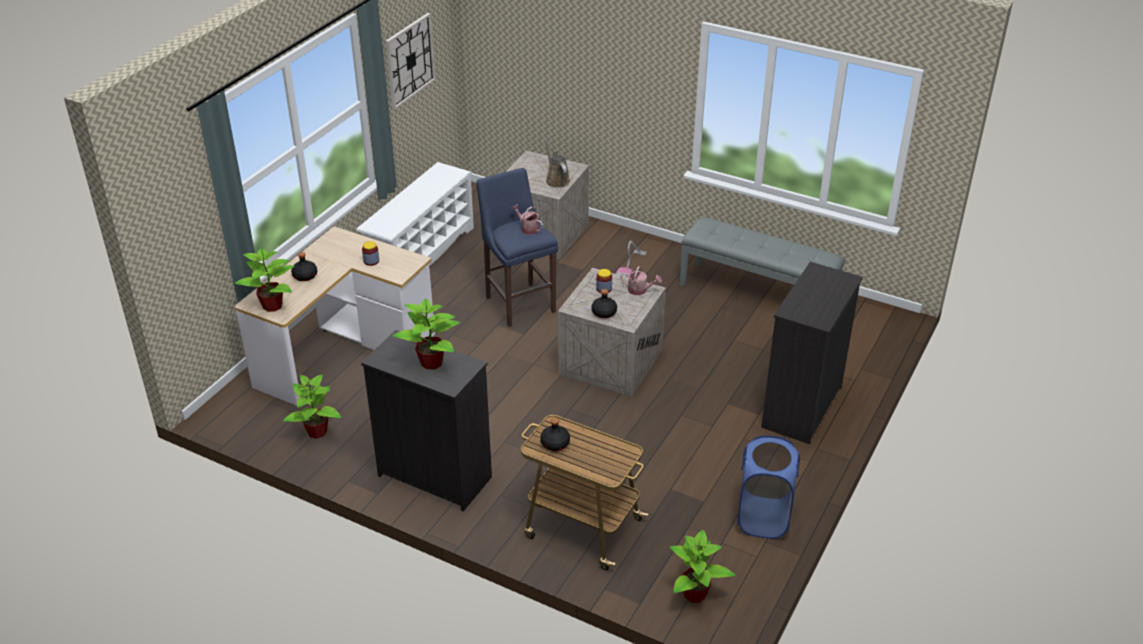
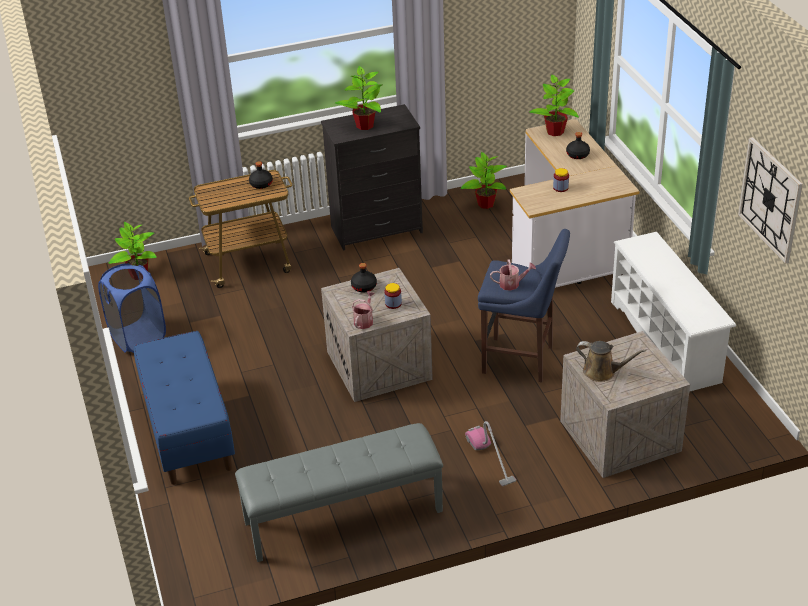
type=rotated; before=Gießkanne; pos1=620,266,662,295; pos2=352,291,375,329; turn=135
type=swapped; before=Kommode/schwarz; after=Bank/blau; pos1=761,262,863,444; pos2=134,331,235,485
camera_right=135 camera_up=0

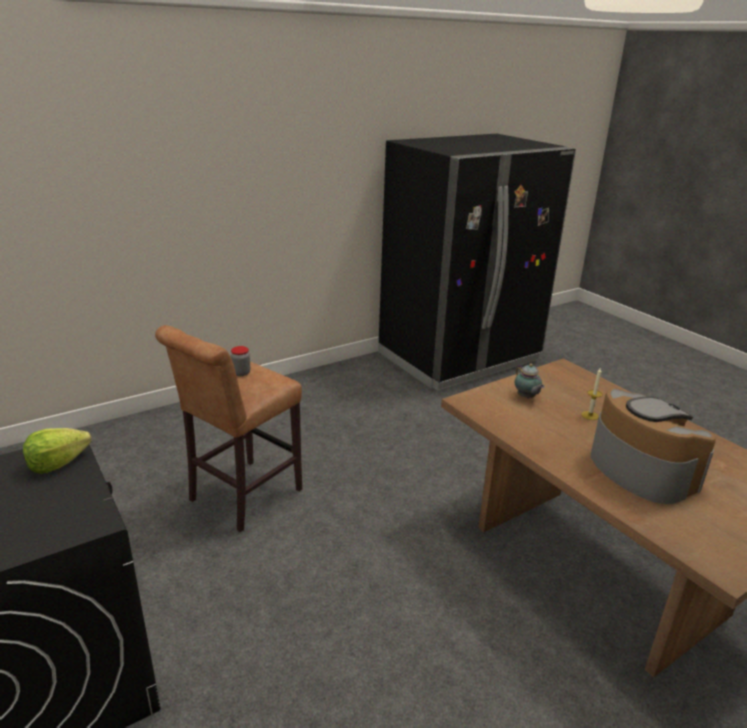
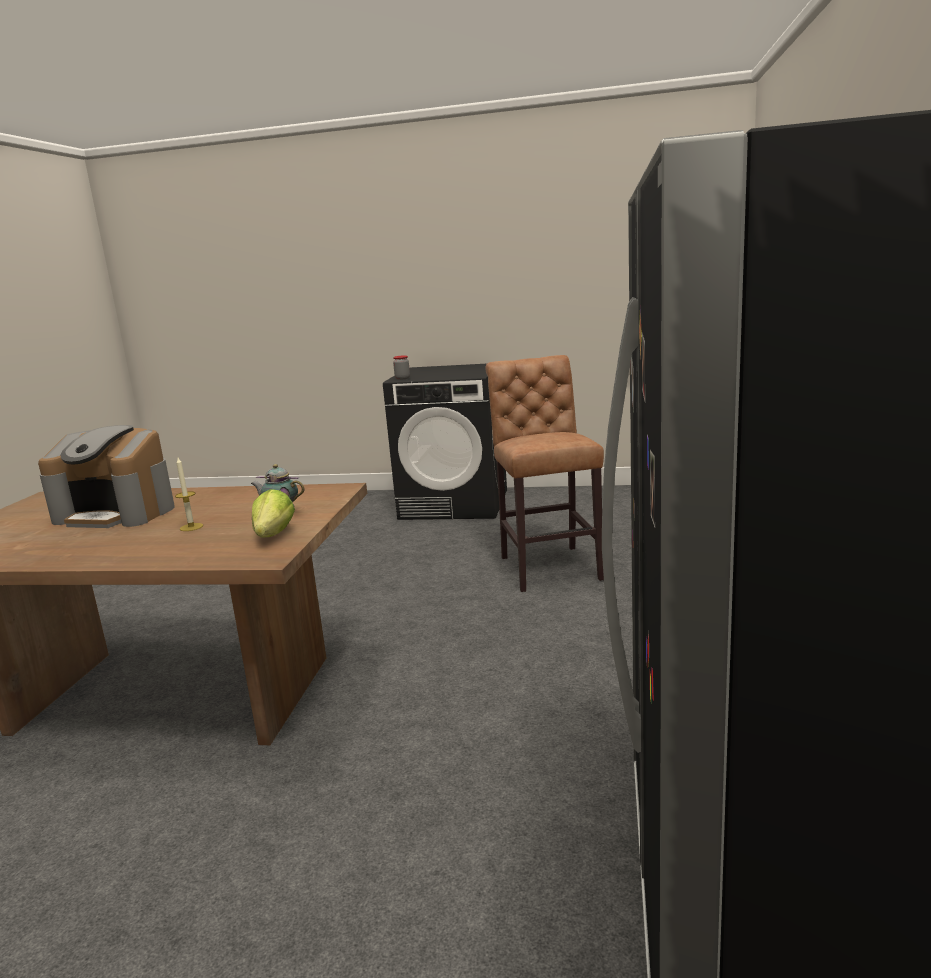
type=shifted; before=Salatkopf; pos1=23,428,91,474; pos2=252,489,295,537
type=shifted; before=Vorratsglas; pos1=231,346,251,376; pos2=393,355,410,380
camera_right=135 camera_up=-10

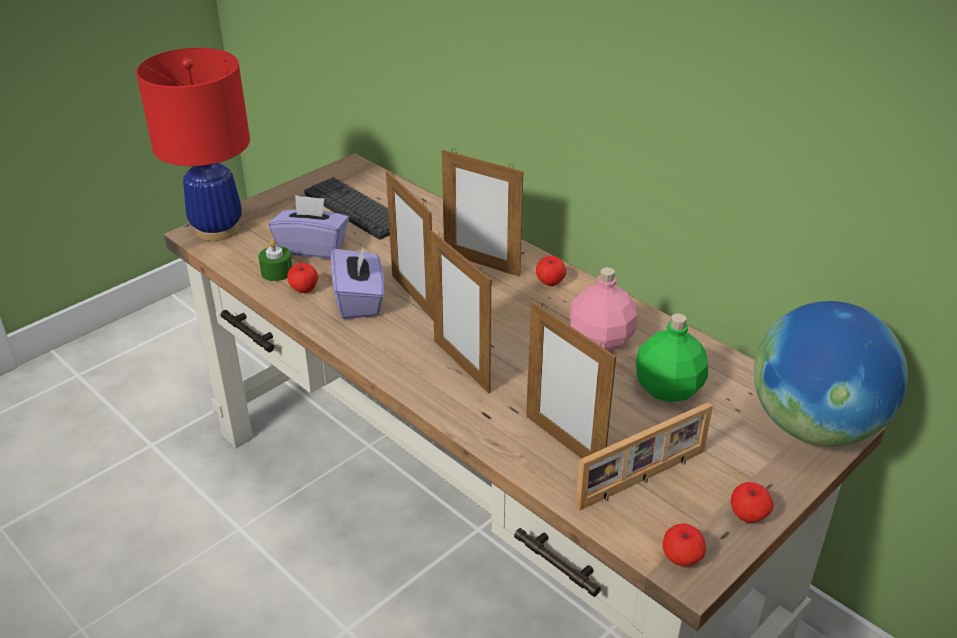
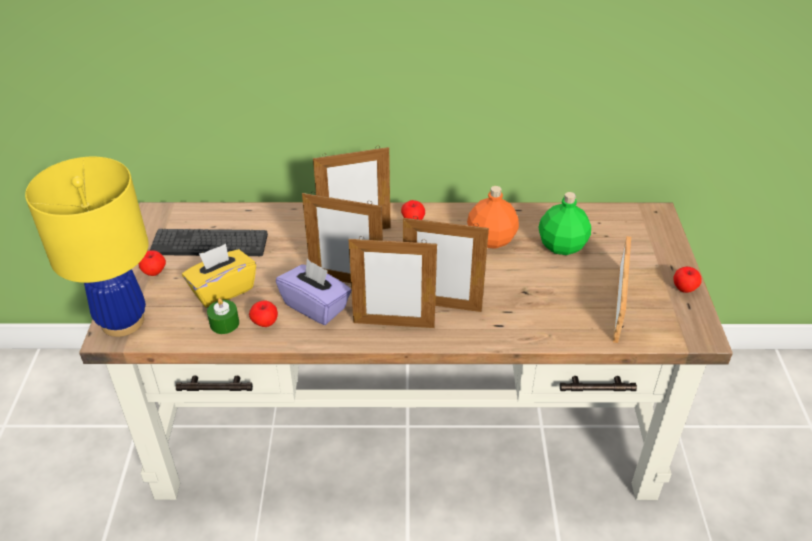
type=repainted; before=Tischlampe/rot; after=Tischlampe/gelb; pos1=136,48,250,241; pos2=25,157,149,337
type=repainted; before=Taschentuchbox/lila; after=Taschentuchbox/gelb; pos1=269,195,349,258; pos2=182,244,256,308
type=shifted; before=Bilderrahmen; pos1=526,301,616,459; pos2=349,236,437,328
type=repainted; before=Flasche/rosa; after=Flasche/orange; pos1=570,267,637,351; pos2=467,186,519,249
type=shifted; before=Apfel; pos1=663,524,706,566; pos2=138,250,166,276
type=gone; before=Globus; pos1=754,301,908,447
camera_right=-45 camera_up=5

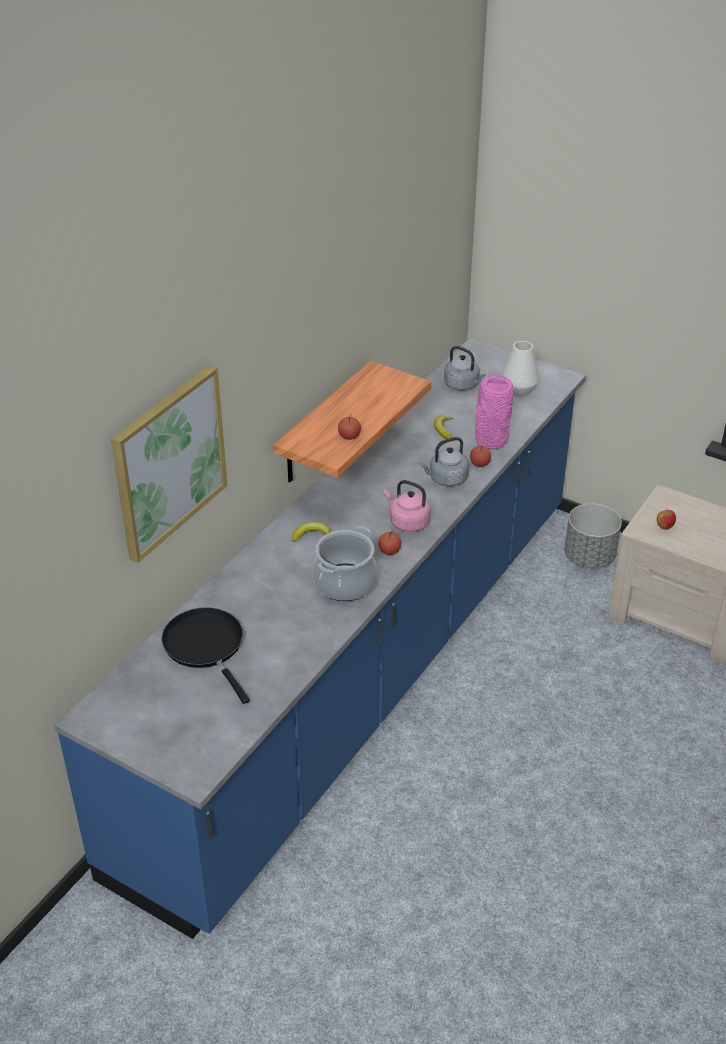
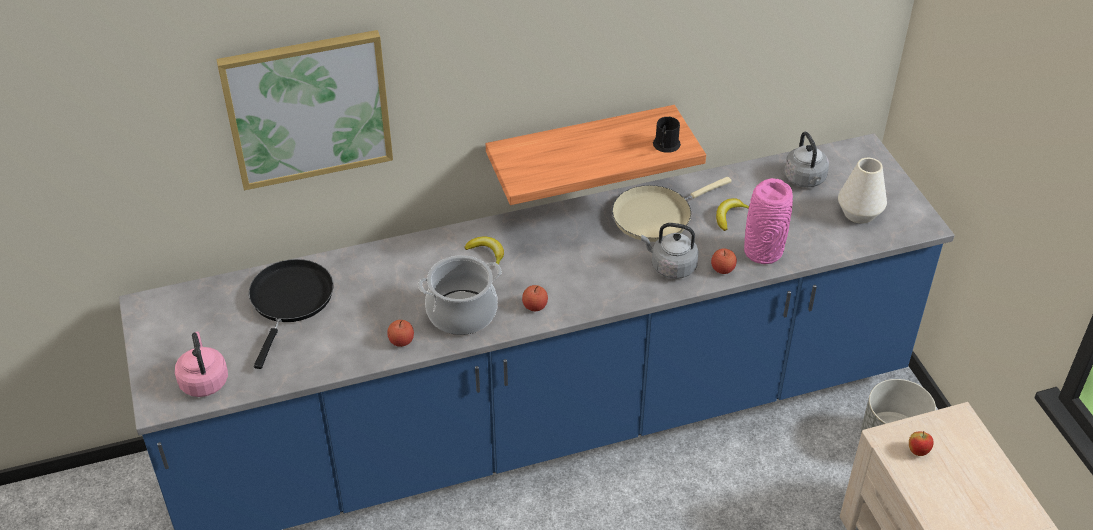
type=shifted; before=Apfel; pos1=338,414,361,440; pos2=387,320,414,347
type=shifted; before=Wasserkessel/rosa; pos1=384,480,431,532; pos2=175,331,228,397
type=new; after=Pfanne/beige; pos2=612,177,732,242
type=new; after=Henkelbecher/schwarz; pos2=653,117,681,153
camera_right=40 camera_up=5

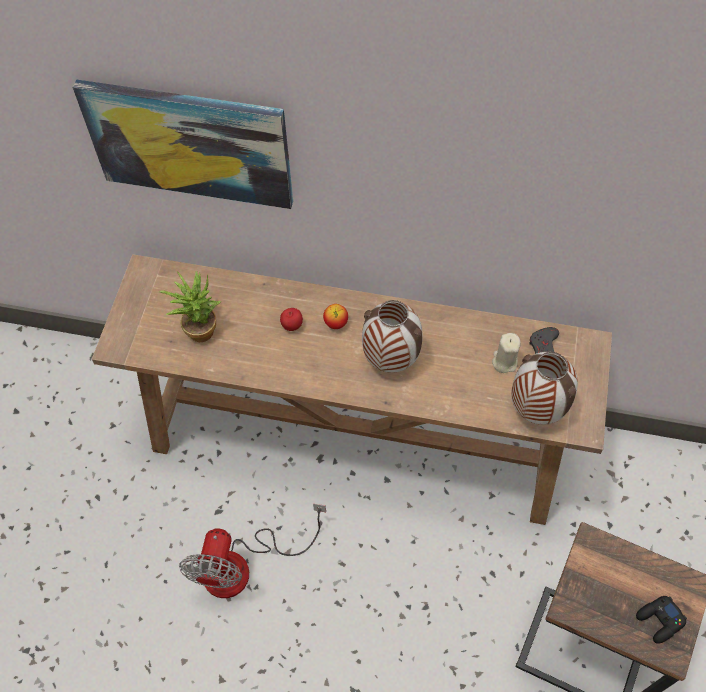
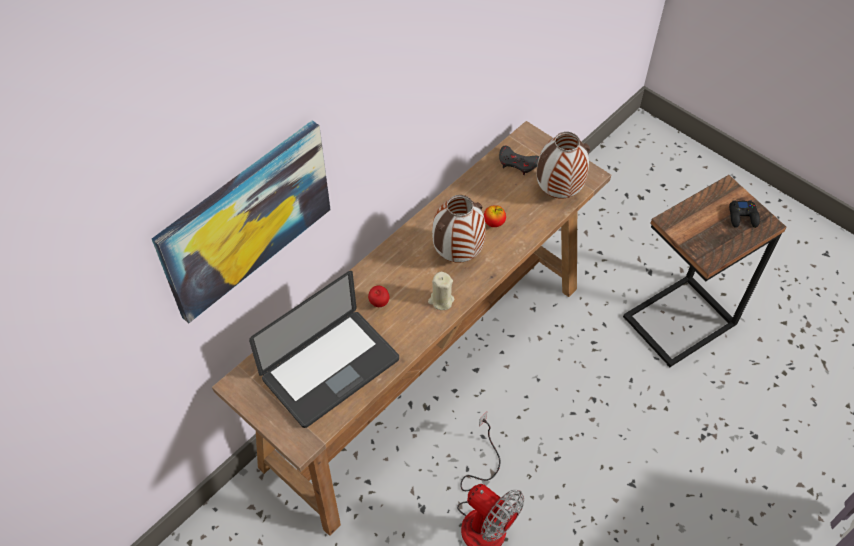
type=swapped; before=Topfpflanze; after=Laptop; pos1=159,271,221,342; pos2=249,271,399,428
type=shifted; before=Apfel; pos1=323,304,348,329; pos2=484,205,506,227
type=shifted; before=Kerze/beige; pos1=492,333,521,373; pos2=428,272,455,310
camera_right=-60 camera_up=-5

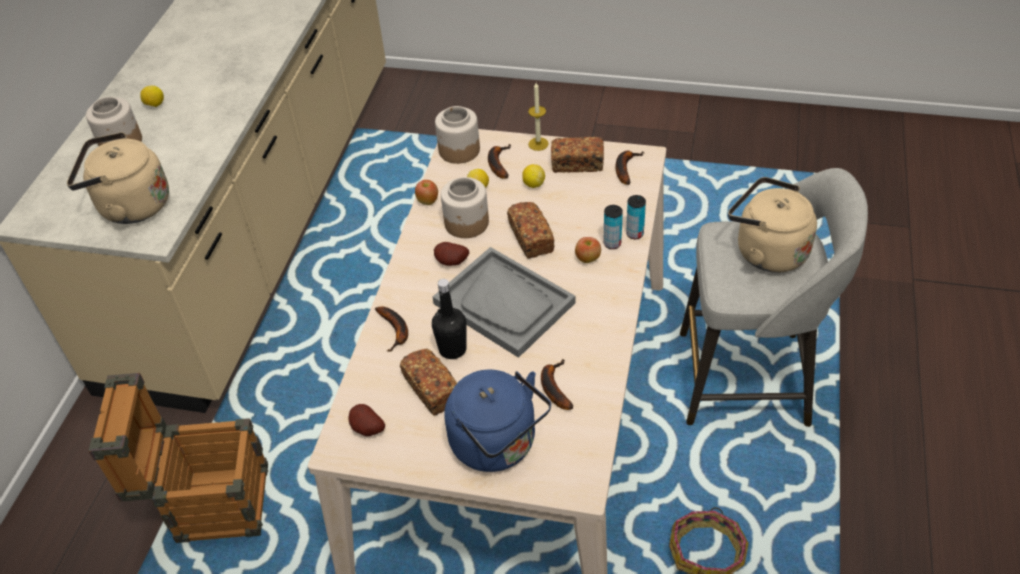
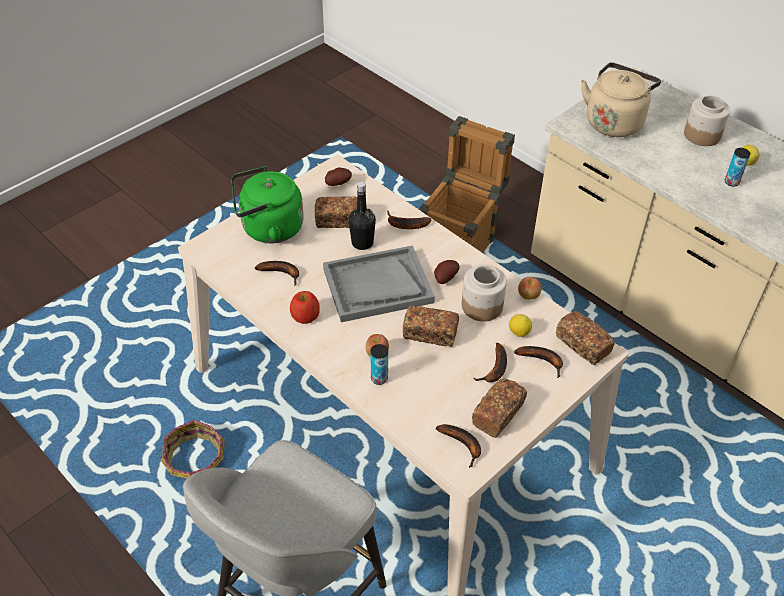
type=swapped; before=Vorratsglas; after=Brot; pos1=435,106,480,164; pos2=556,311,615,365
type=repainted; before=Wasserkessel/blau; after=Wasserkessel/grün; pos1=444,369,551,472; pos2=231,166,304,243
type=swapped; before=Zitrone; after=Banane; pos1=522,164,545,188; pos2=473,343,507,383
type=gone; before=Kerze; pos1=528,83,549,151
type=shifted; before=Dose; pos1=626,195,646,239; pos2=725,148,751,187
type=gone; before=Wasserkessel/beige; pos1=728,177,817,273
type=new; after=Apfel; pos2=290,291,320,324
camera_right=120 camera_up=0

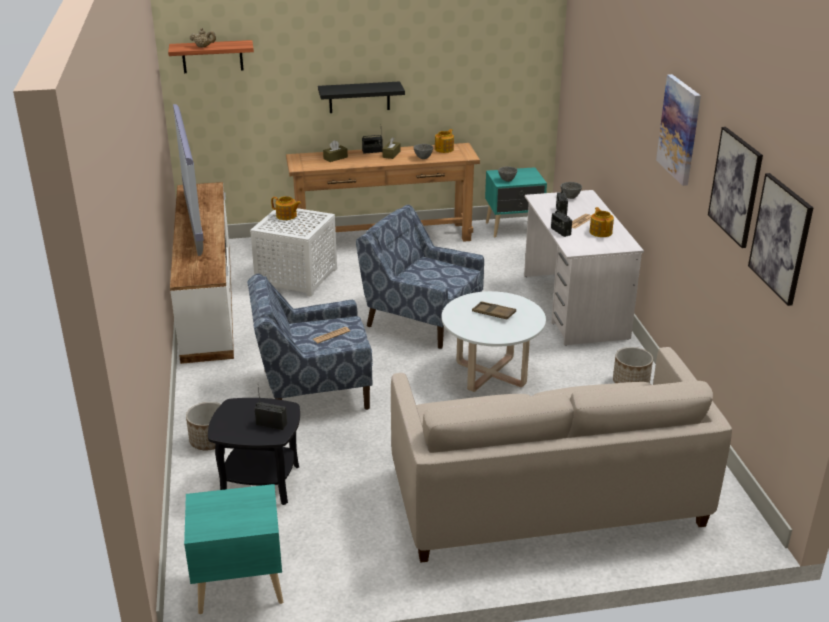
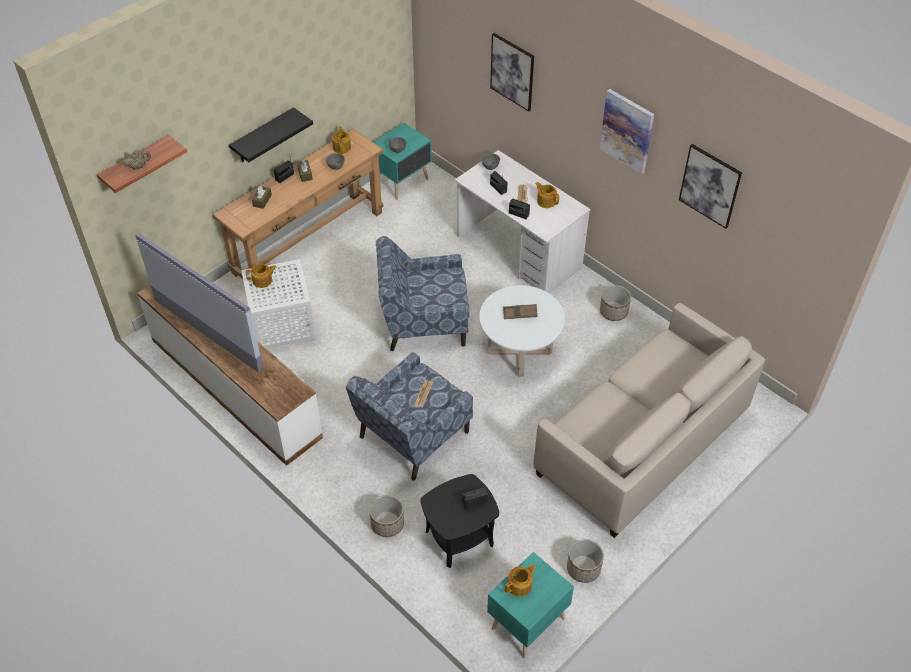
type=shifted; before=Bild; pos1=748,173,813,306; pos2=490,33,534,111
type=new; after=Teekanne; pos2=505,564,536,597
type=new; after=Pflanzkübel; pos2=567,539,604,583
camera_right=-35 camera_up=20

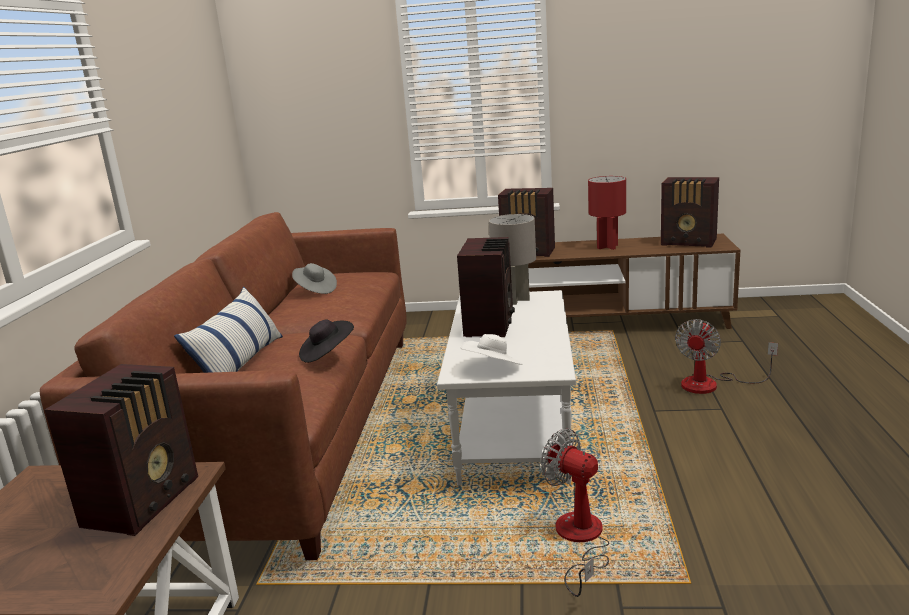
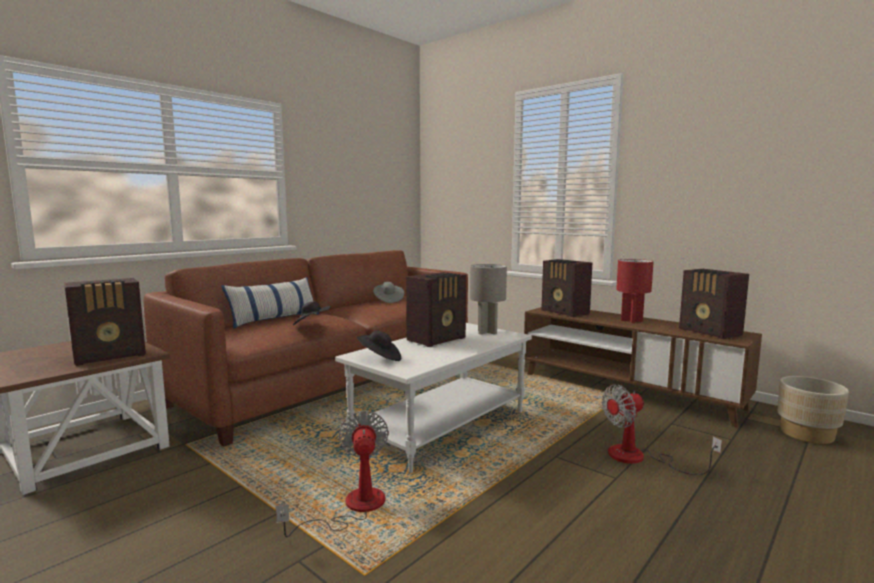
type=repainted; before=Hut/weiß; after=Hut/schwarz; pos1=461,334,522,365; pos2=357,330,401,361
type=new; after=Pflanzkübel/beige; pos2=778,376,849,444
camera_right=35 camera_up=-10

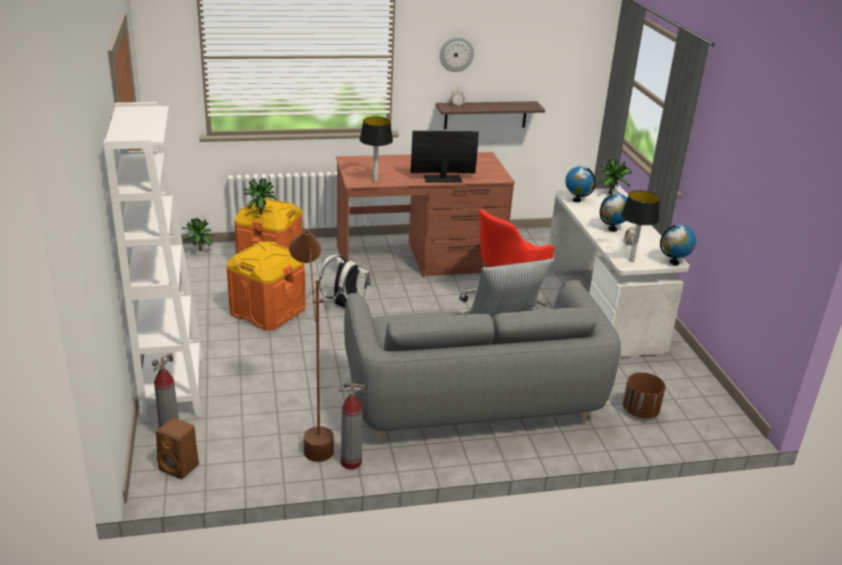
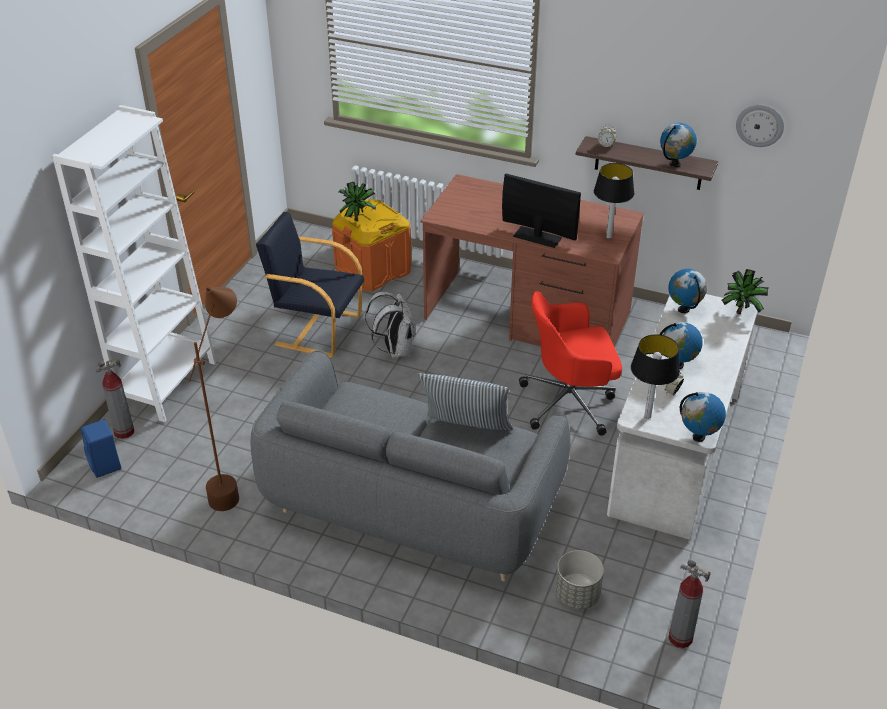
type=repainted; before=Lautsprecher/braun; after=Lautsprecher/blau; pos1=156,417,199,479; pos2=81,420,121,478
type=gone; before=Topfpflanze; pos1=182,218,214,251
type=swapped; before=Aufbewahrungsbox/orange; after=Sessel/schwarz; pos1=227,241,306,330; pos2=256,212,364,358
type=shifted; before=Feuerlöscher; pos1=339,382,365,470; pos2=669,560,711,648
type=shifted; before=Tischlampe; pos1=359,116,393,182; pos2=594,163,634,239
type=shifted; before=Wanduhr; pos1=440,37,474,72; pos2=736,105,784,147
type=repainted; before=Pflanzkübel/braun; after=Pflanzkübel/grau; pos1=623,372,666,419; pos2=555,550,604,609
type=new; after=Globus; pos2=660,123,697,167
camera_right=35 camera_up=10

